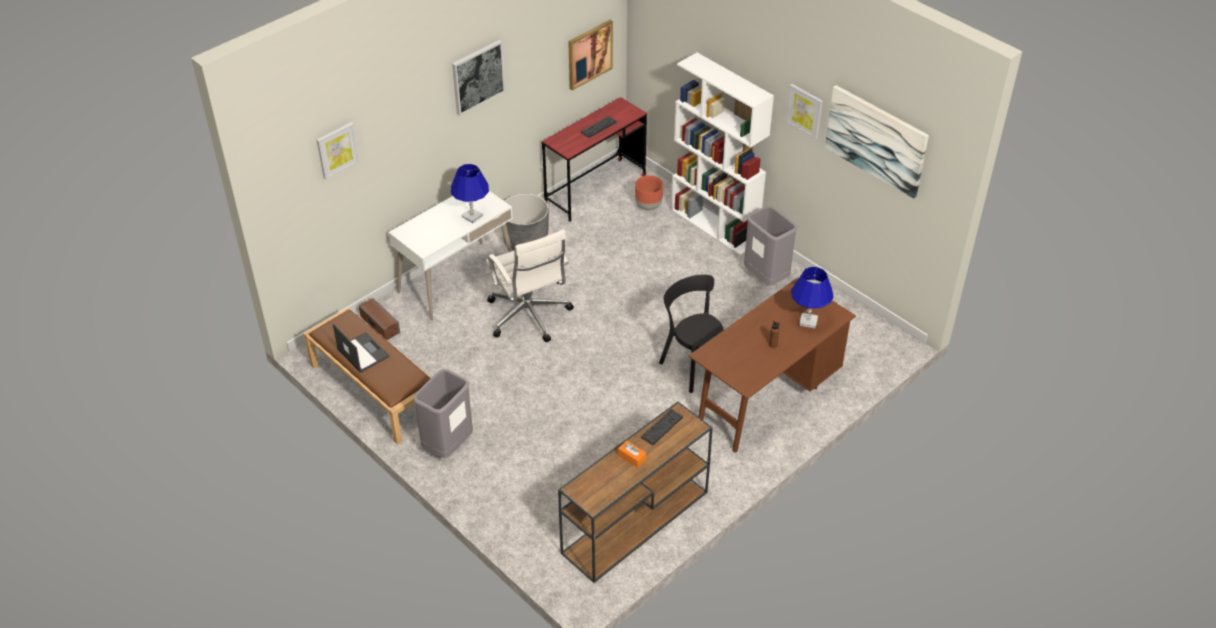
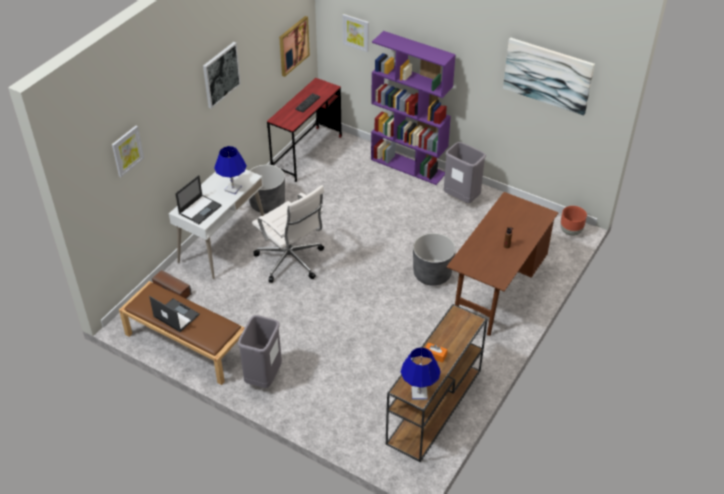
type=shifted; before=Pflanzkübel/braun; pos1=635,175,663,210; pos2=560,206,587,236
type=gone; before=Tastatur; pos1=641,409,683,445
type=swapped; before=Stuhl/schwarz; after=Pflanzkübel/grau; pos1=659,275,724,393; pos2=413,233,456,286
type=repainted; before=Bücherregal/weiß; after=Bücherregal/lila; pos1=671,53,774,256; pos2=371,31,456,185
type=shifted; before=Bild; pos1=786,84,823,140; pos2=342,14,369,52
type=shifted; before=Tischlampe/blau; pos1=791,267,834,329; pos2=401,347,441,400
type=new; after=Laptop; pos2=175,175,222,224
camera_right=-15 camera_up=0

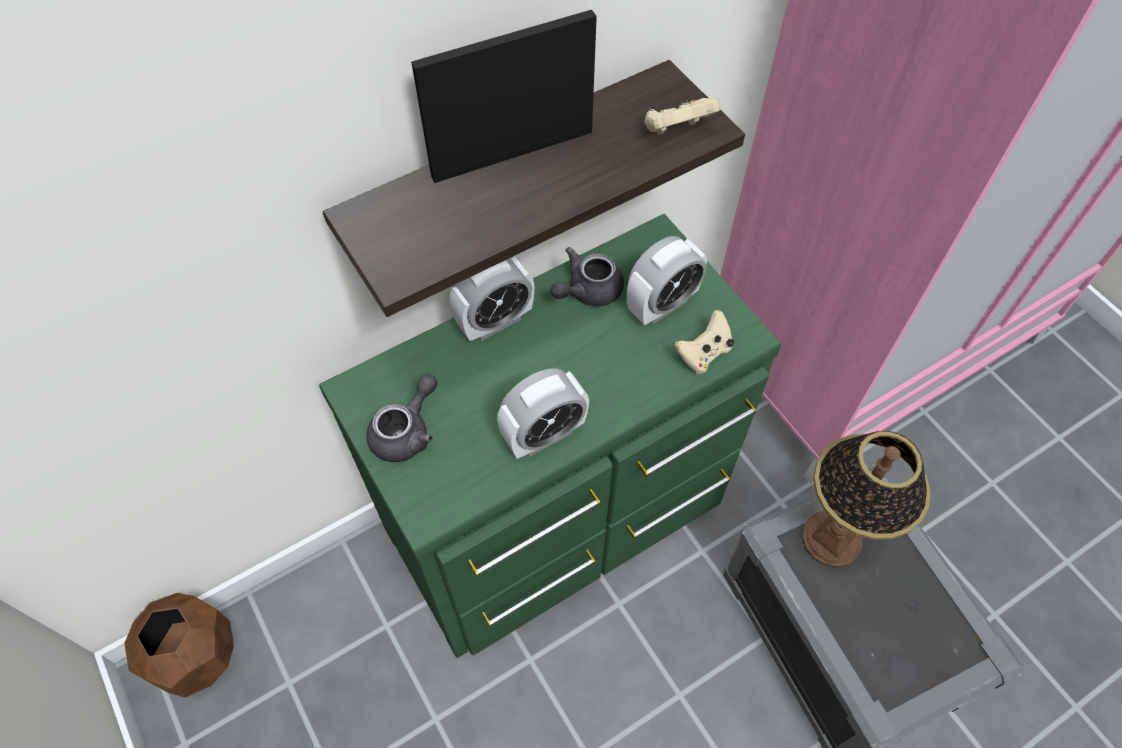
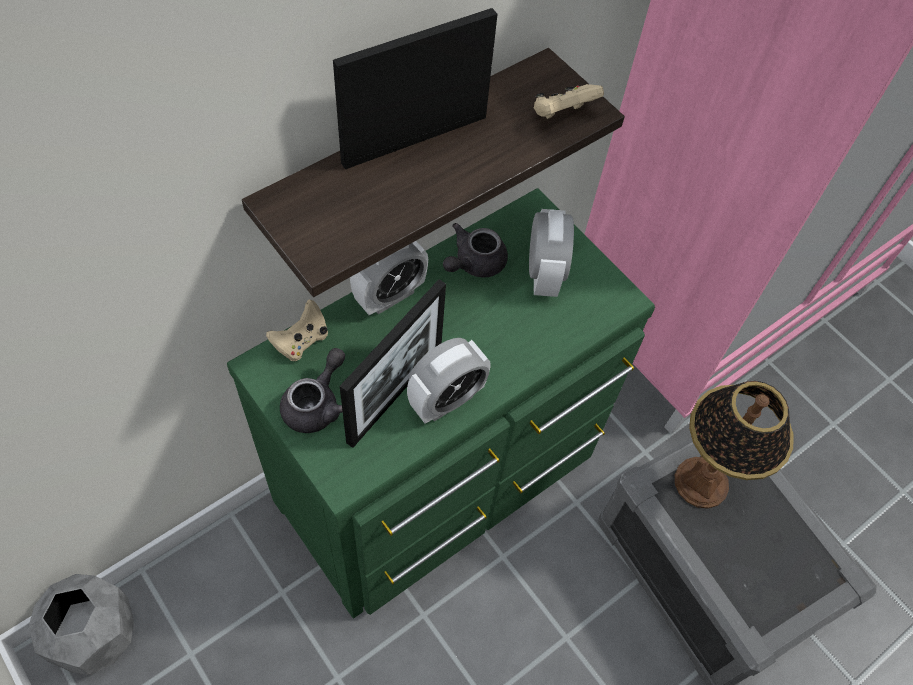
type=repainted; before=Pflanzkübel/braun; after=Pflanzkübel/grau; pos1=124,593,234,697; pos2=29,574,134,675
type=rotated; before=Wecker; pos1=627,236,707,325; pos2=529,209,574,297; turn=-45
type=shifted; before=Gamepad/beige; pos1=674,310,734,374; pos2=266,300,328,361
type=new; after=Bilderrahmen; pos2=340,279,446,448
camera_right=-10 camera_up=0

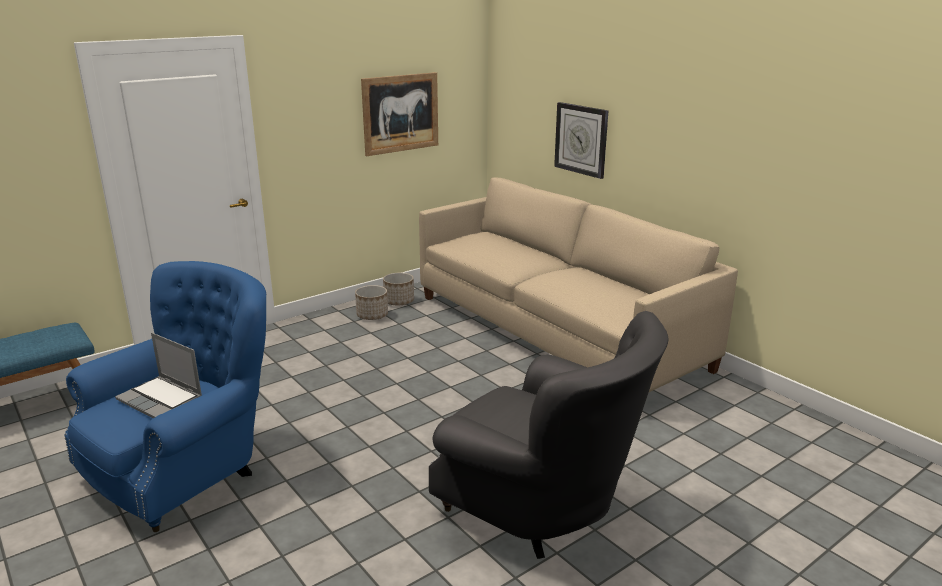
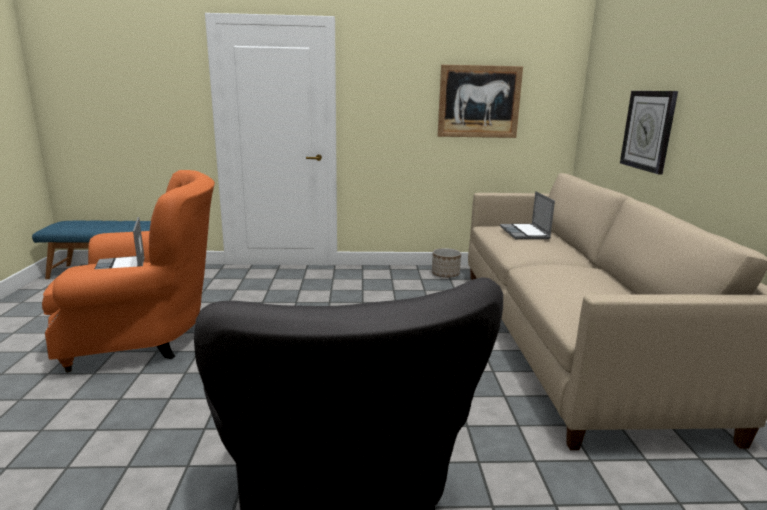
type=repainted; before=Sessel/blau; after=Sessel/orange; pos1=64,261,266,532; pos2=42,170,215,372
type=gone; before=Pflanzkübel; pos1=355,285,388,320
type=new; after=Laptop; pos2=500,191,555,239
camera_right=35 camera_up=-5

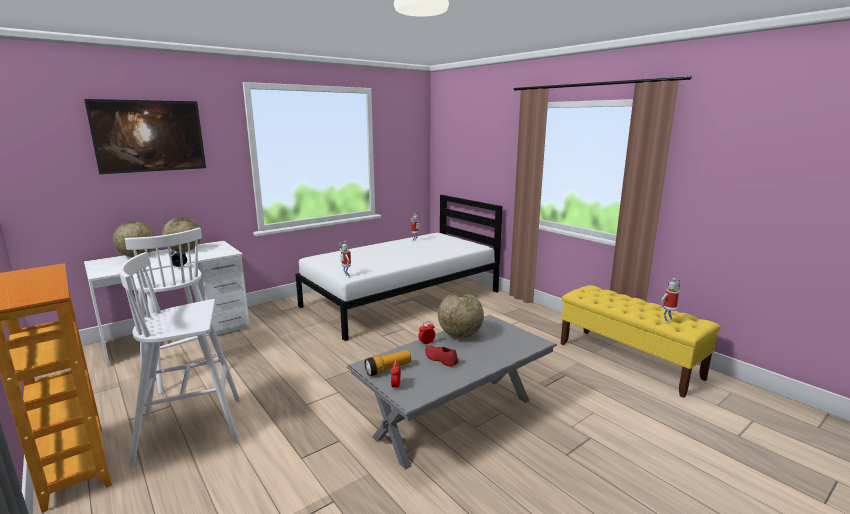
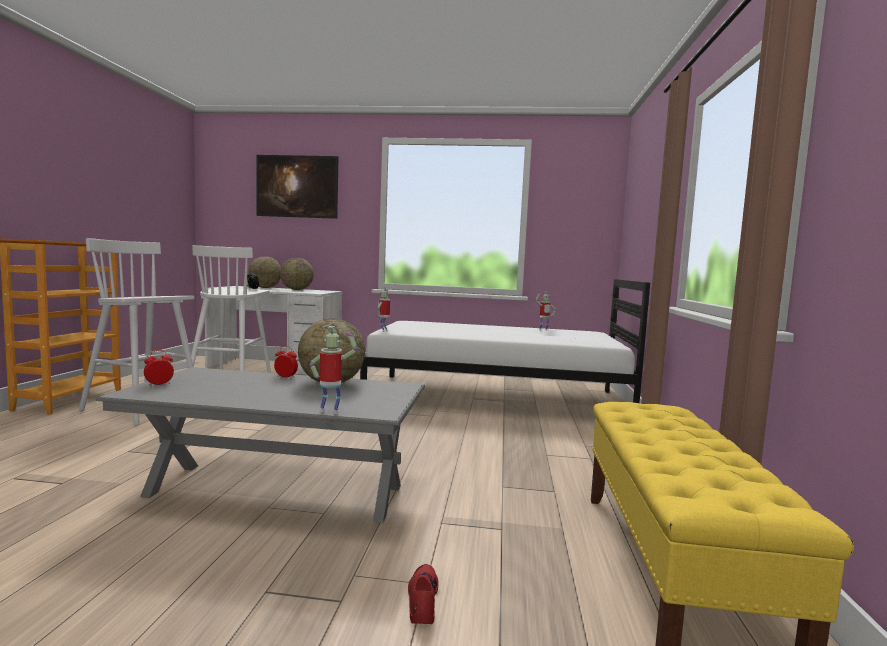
type=gone; before=Taschenlampe; pos1=365,350,411,376
type=shifted; before=Schuh/rot; pos1=425,345,459,367; pos2=408,564,439,624
type=shifted; before=Spielzeugroboter; pos1=659,278,680,324; pos2=310,326,357,414
camera_right=45 camera_up=-10

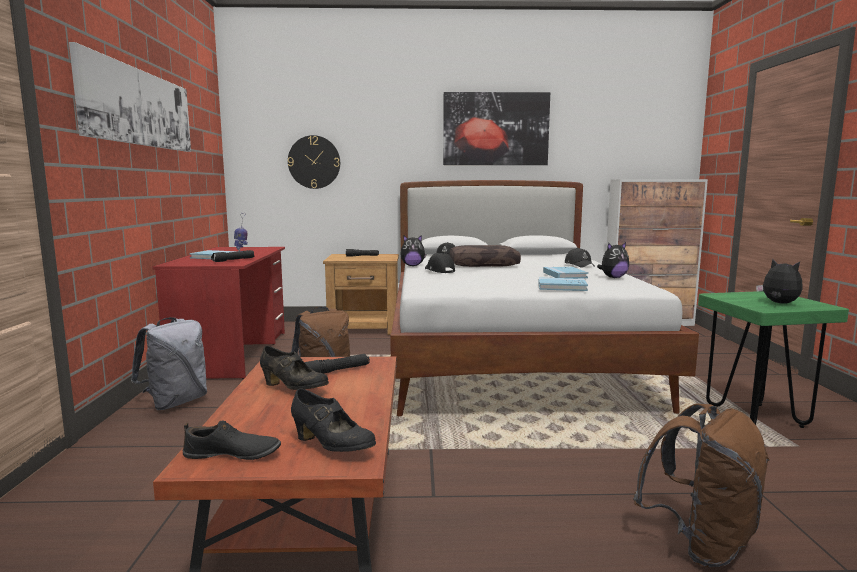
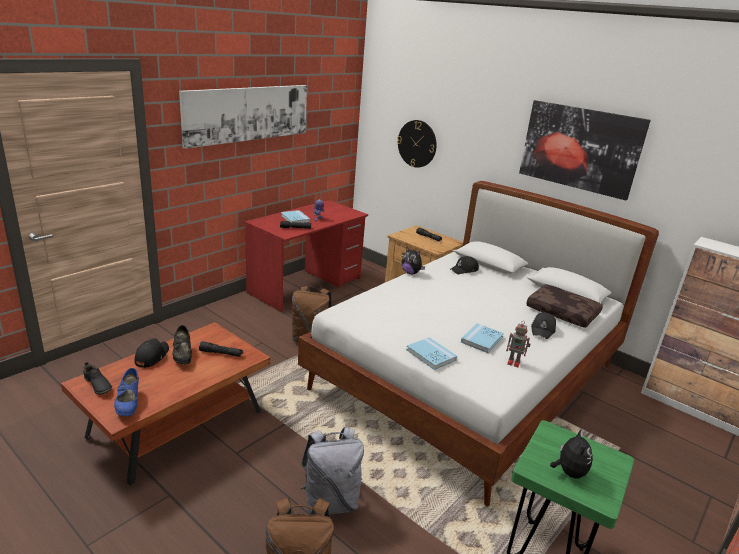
type=shifted; before=Rucksack/grau; pos1=131,317,207,410; pos2=300,427,364,514
type=repainted; before=Schuh/schwarz; after=Schuh/blau; pos1=291,388,376,452; pos2=114,368,139,416
type=shifted; before=Kappe/schwarz; pos1=425,253,455,273; pos2=134,338,169,368
type=shifted; before=Kissen/braun; pos1=450,245,521,267; pos2=527,284,603,328
type=swapped; before=Plüschtier; after=Spielzeugroboter; pos1=597,242,629,278; pos2=506,322,531,367
camera_right=40 camera_up=15

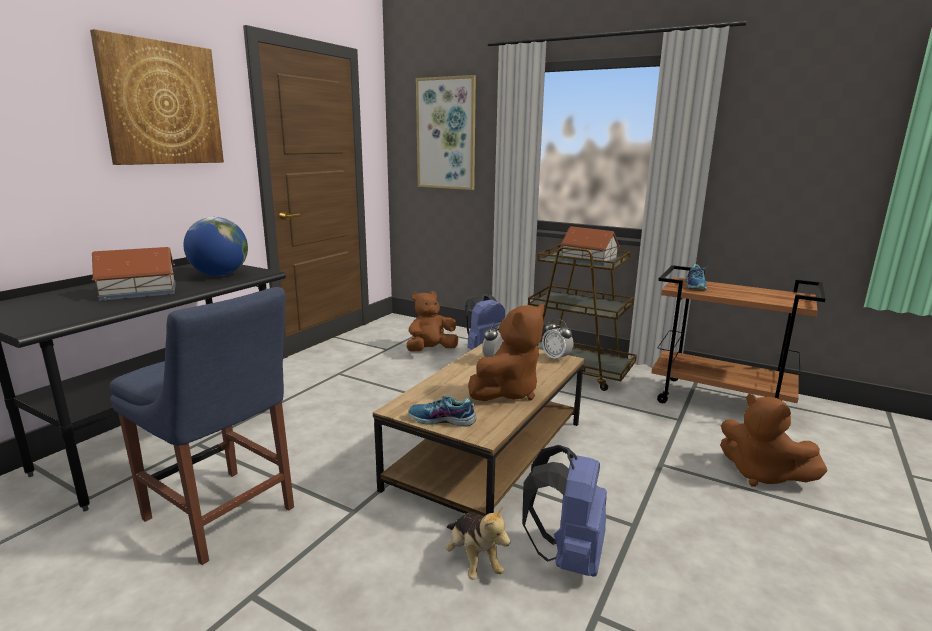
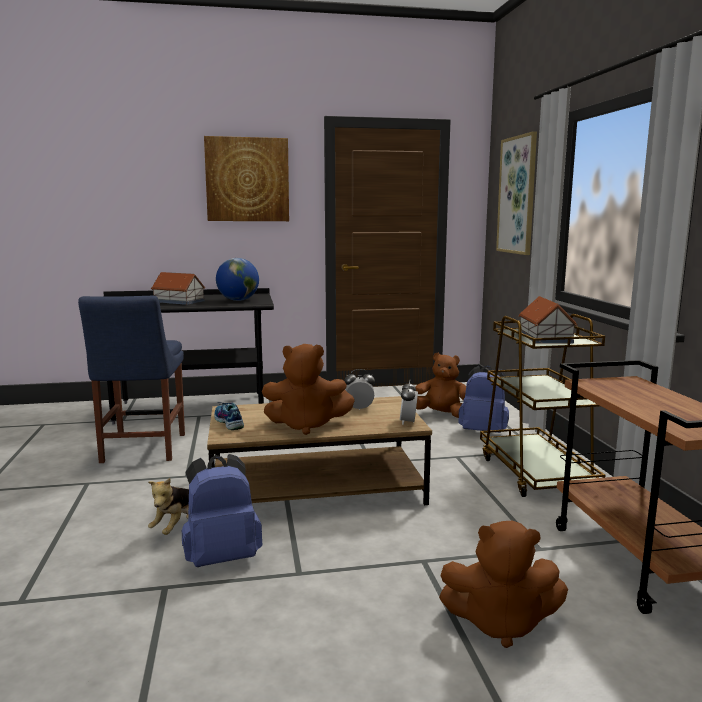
type=gone; before=Schuh; pos1=686,264,708,290
type=rotated; before=Plüschtier/braun; pos1=720,394,828,487; pos2=439,521,568,648; turn=-90
camera_right=50 camera_up=-5

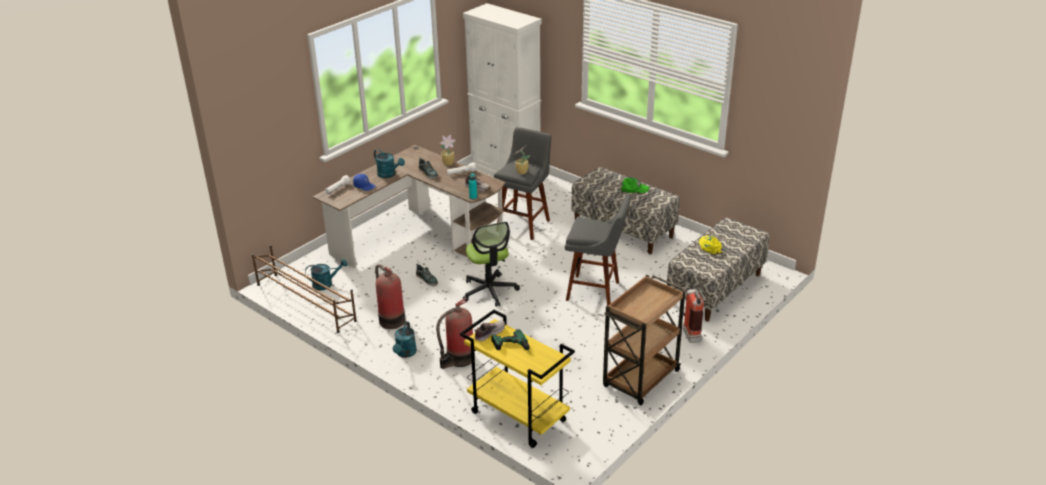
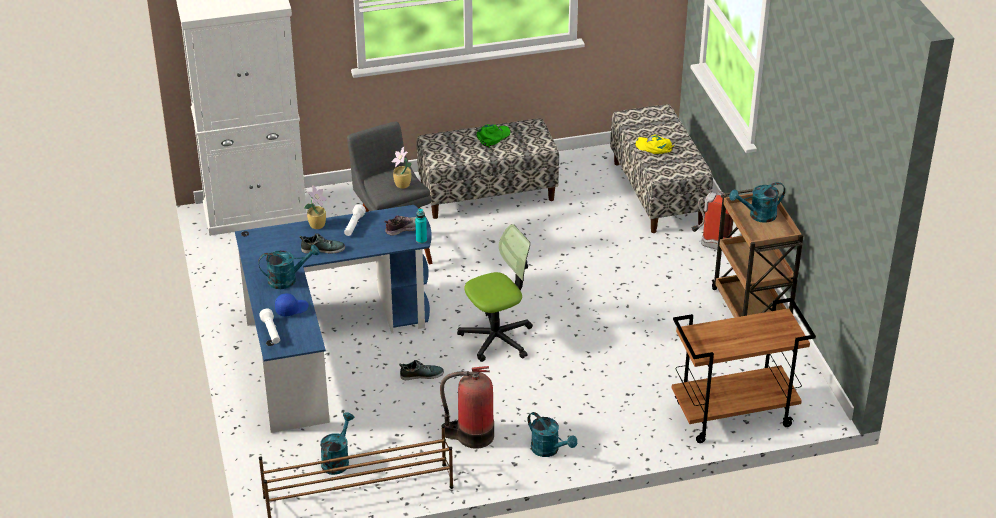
type=repainted; before=Schreibtisch/braun; after=Schreibtisch/blau; pos1=313,145,505,268; pos2=235,205,432,433
type=gone; before=Feuerlöscher; pos1=436,298,475,369
type=repainted; before=Rollwagen/gelb; after=Rollwagen/braun; pos1=460,310,575,448; pos2=672,298,816,443
type=rotated; before=Bürostuhl; pos1=463,222,520,307; pos2=457,224,533,362; turn=-45
type=gone; before=Schuh; pos1=474,320,505,342
type=gone; before=Bohrmaschine; pos1=491,329,530,353
type=gone; before=Hocker/grau; pos1=565,195,631,306
type=new; after=Gießkanne/türkis; pos2=729,182,785,223
camera_right=-55 camera_up=5

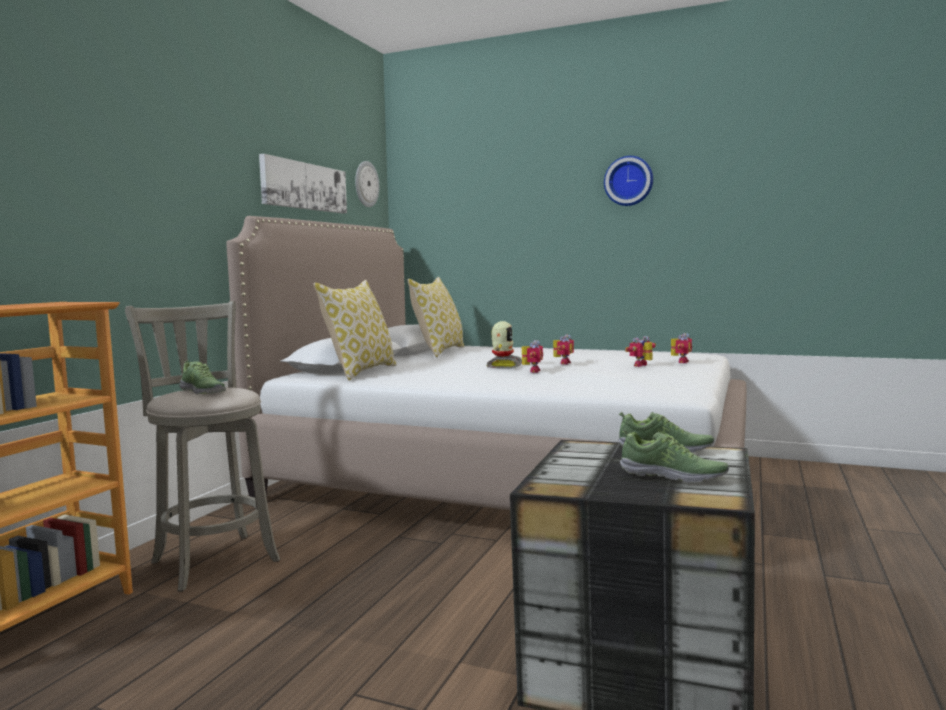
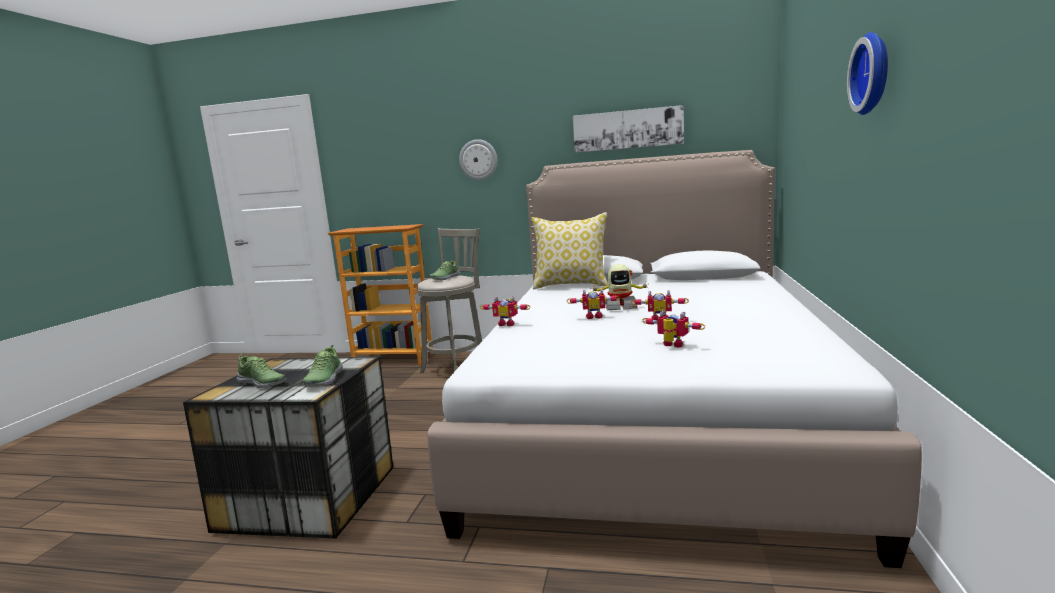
type=shifted; before=Wanduhr; pos1=355,161,379,207; pos2=459,139,497,180
type=gone; before=Kissen; pos1=407,277,464,357
type=rotated; before=Schuh; pos1=620,429,729,483; pos2=236,355,287,388; turn=-75
type=shifted; before=Spielzeugroboter; pos1=671,333,692,363; pos2=480,296,530,326
camera_right=80 camera_up=5

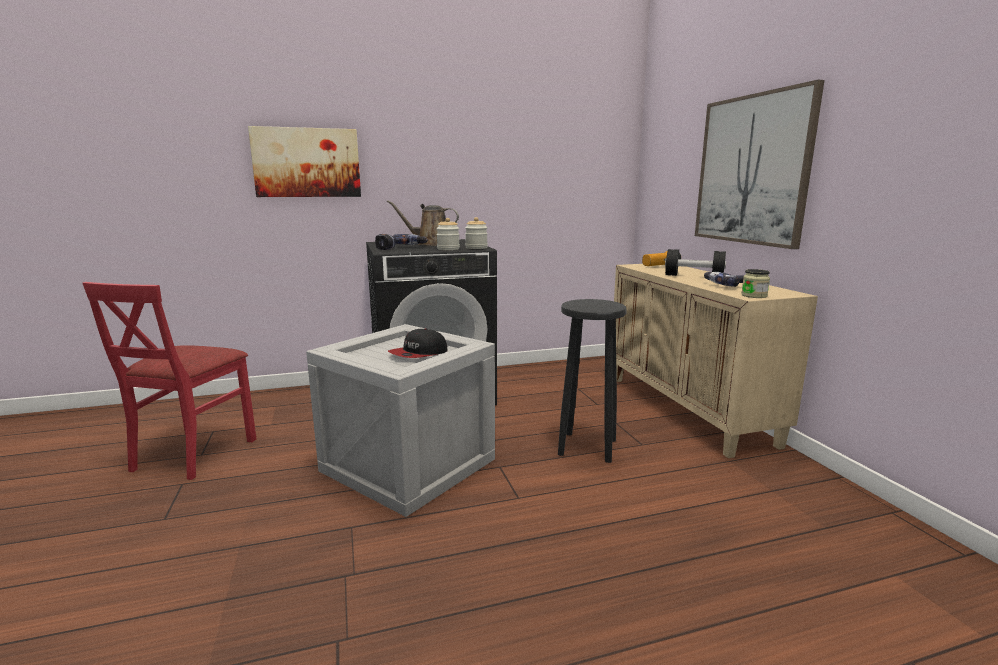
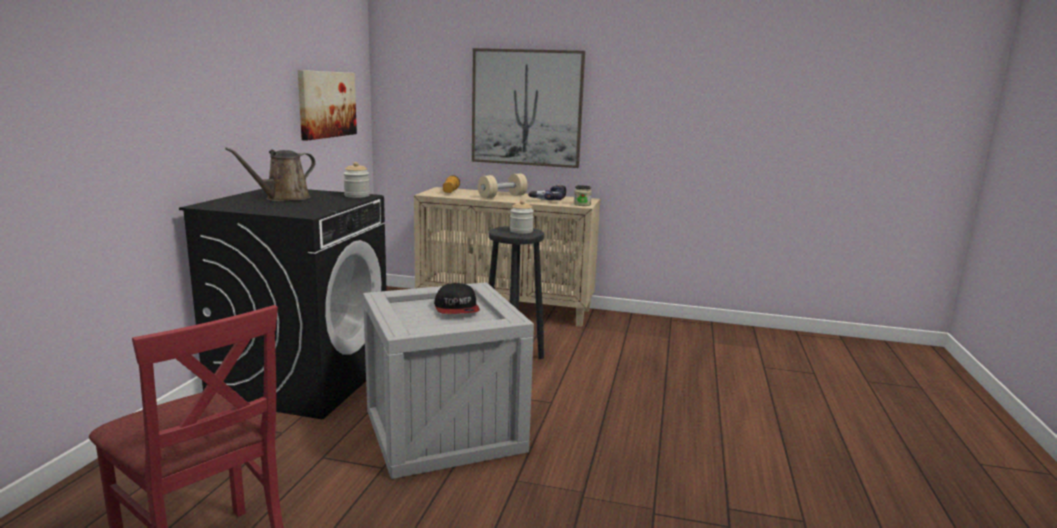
type=shifted; before=Bild; pos1=248,126,361,197; pos2=298,70,357,141
type=gone; before=Bohrmaschine; pos1=375,234,428,250
type=shifted; before=Vorratsglas; pos1=436,218,460,250; pos2=510,200,534,234
type=repainted; before=Hantel/schwarz; after=Hantel/beige; pos1=665,249,726,276; pos2=478,173,528,198
camera_right=-60 camera_up=0

